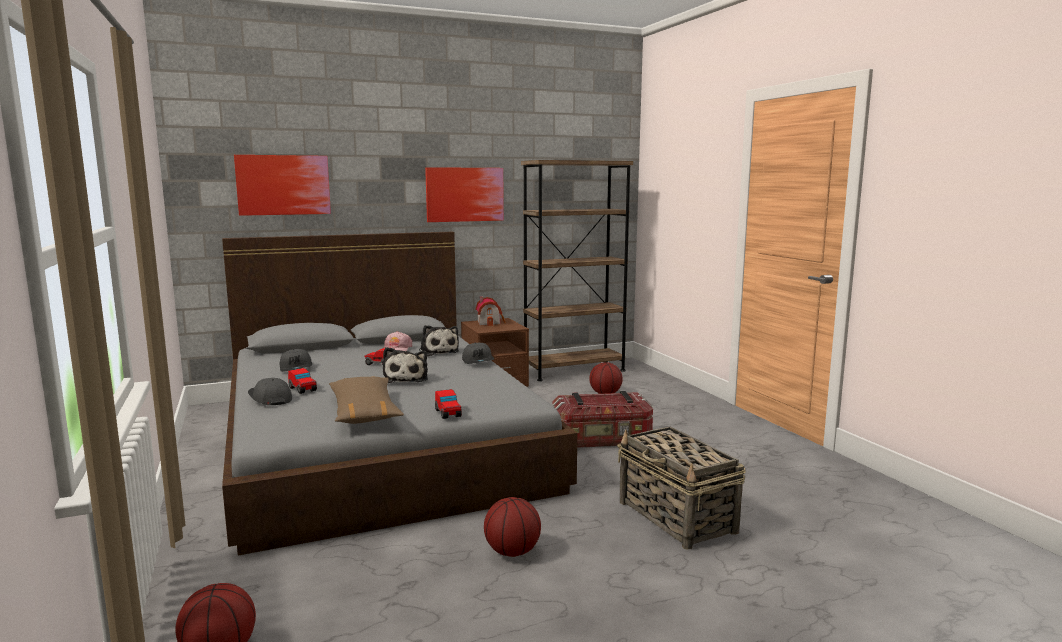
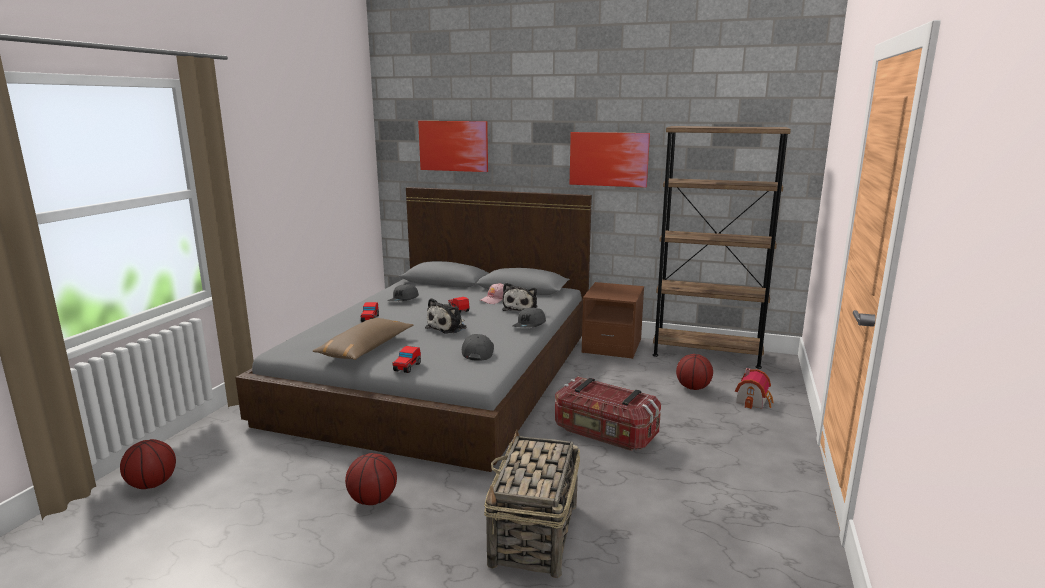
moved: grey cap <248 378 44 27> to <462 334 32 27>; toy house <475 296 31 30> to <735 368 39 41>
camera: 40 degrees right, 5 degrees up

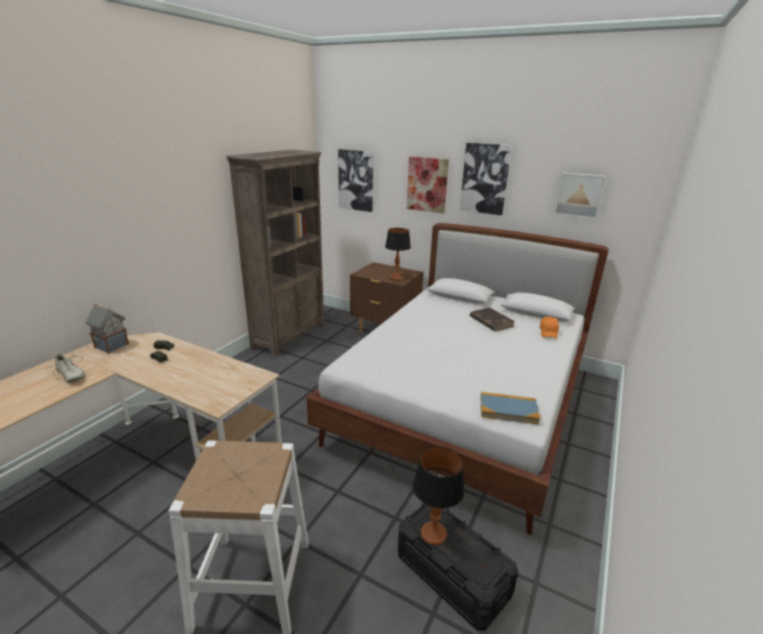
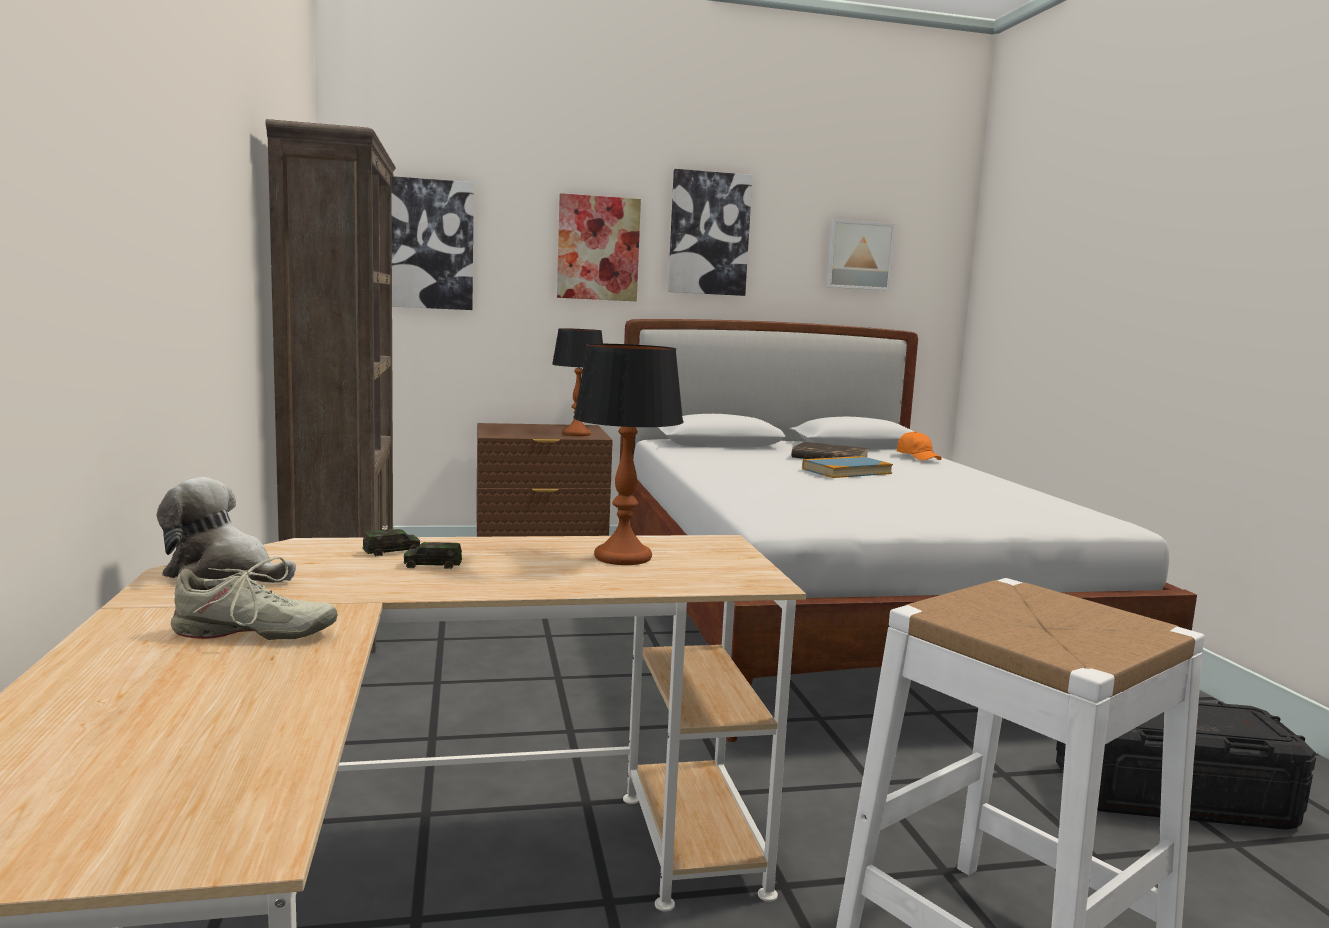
moved: table lamp <413 447 52 99> to <574 344 109 221>; book <481 392 59 33> to <802 456 91 22>
replaced: toy house <85 304 44 50> to plush toy <157 477 139 106>
camera: 40 degrees left, 15 degrees down

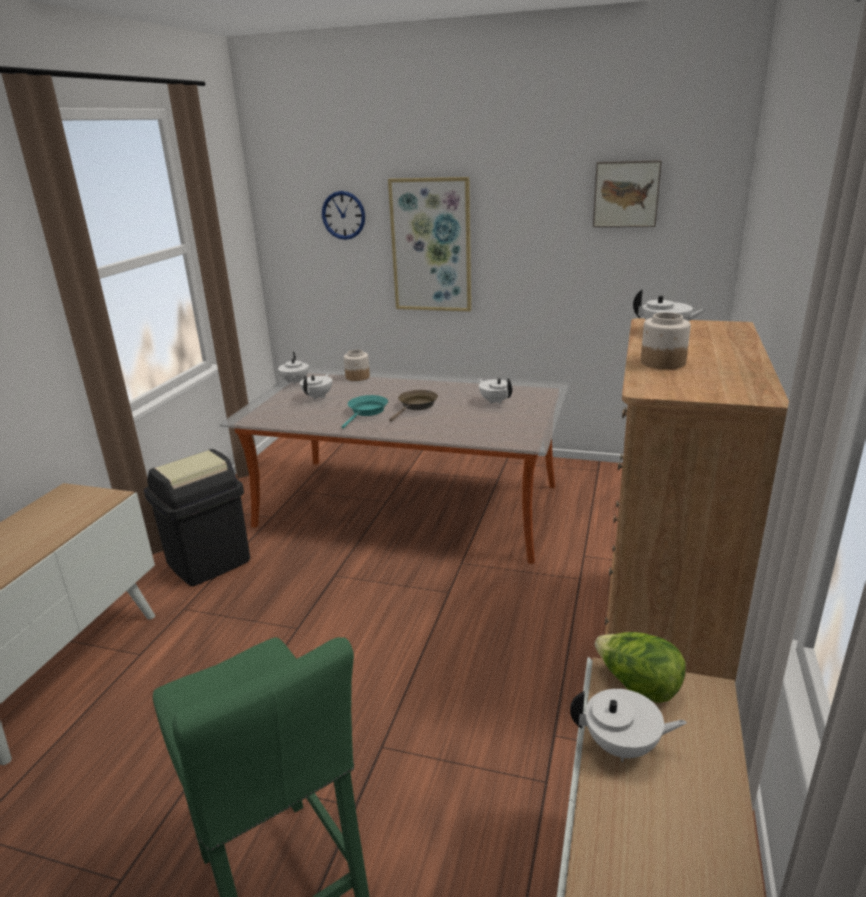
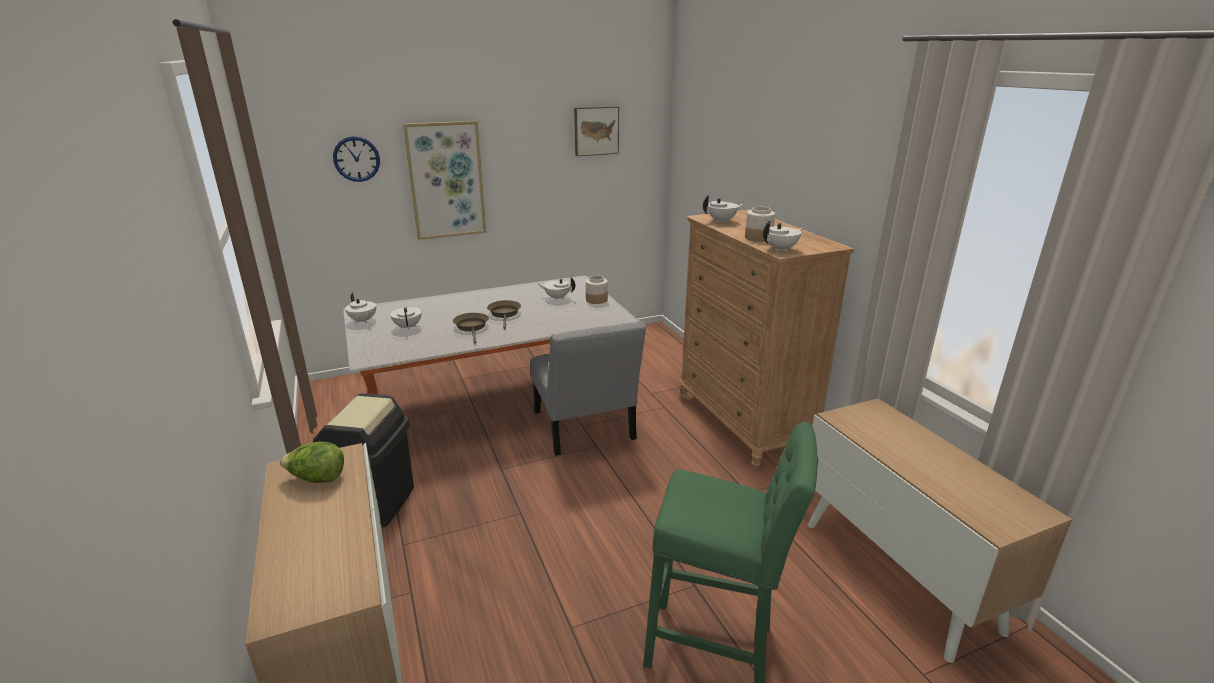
added: grey chair <530 321 116 135>
moved: jar <344 349 26 32> to <586 275 22 29>; white teapot <570 689 117 73> to <763 221 40 31>; lettuce <595 632 91 71> to <280 441 64 42>
recoloured: turquoise frying pan <341 395 47 34> to brown frying pan <453 313 36 31>
camera: 40 degrees left, 0 degrees up

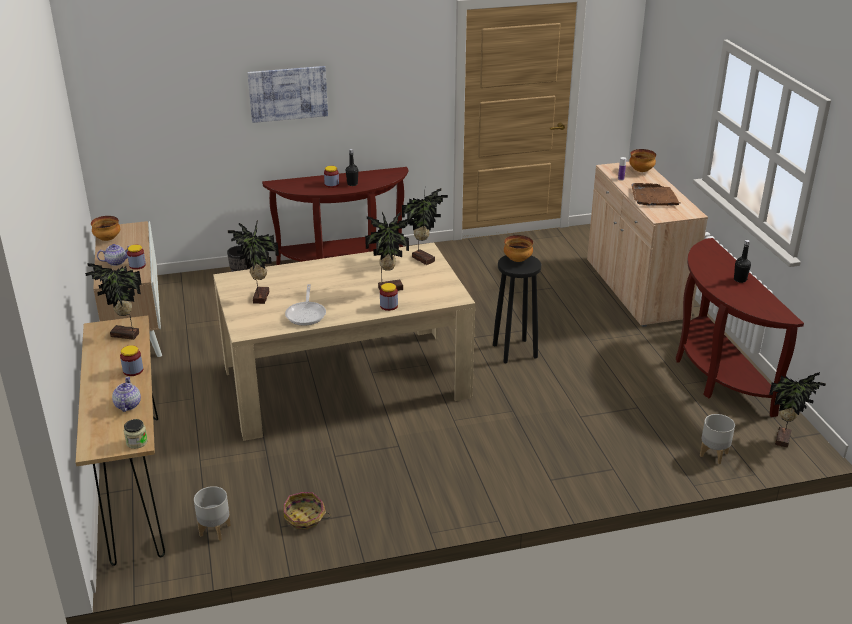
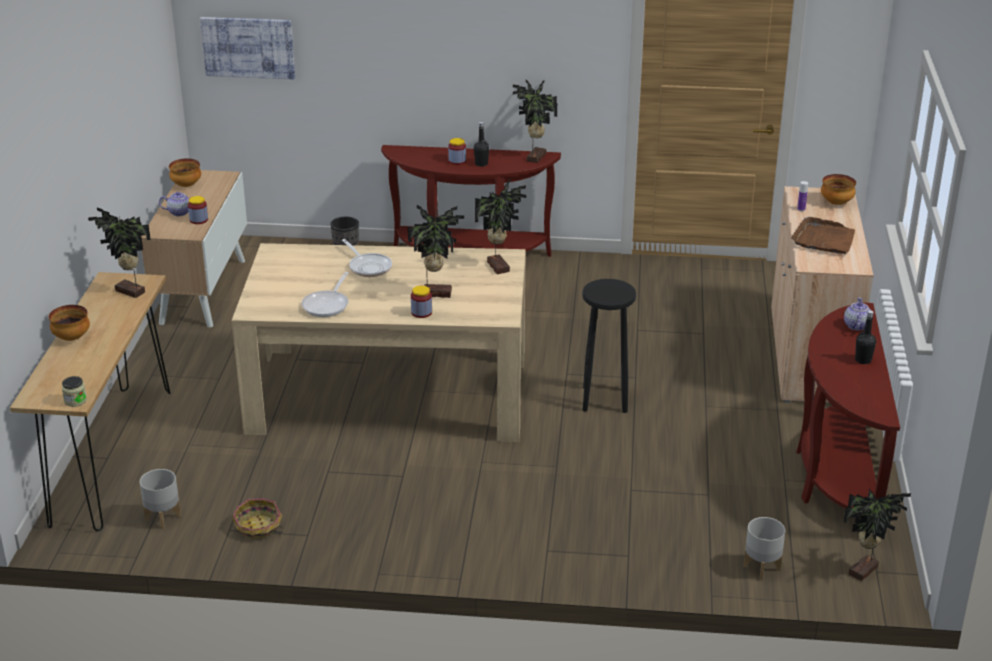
removed: jar <120 345 23 31>
added: frying pan <342 239 50 38>
moved: teapot <112 377 29 35> to <844 297 26 34>; potted plant <228 220 51 84> to <513 79 44 84>; picture <247 66 81 57> to <200 17 95 62>; bowl <504 235 29 27> to <49 305 41 36>
camera: 20 degrees right, 0 degrees up

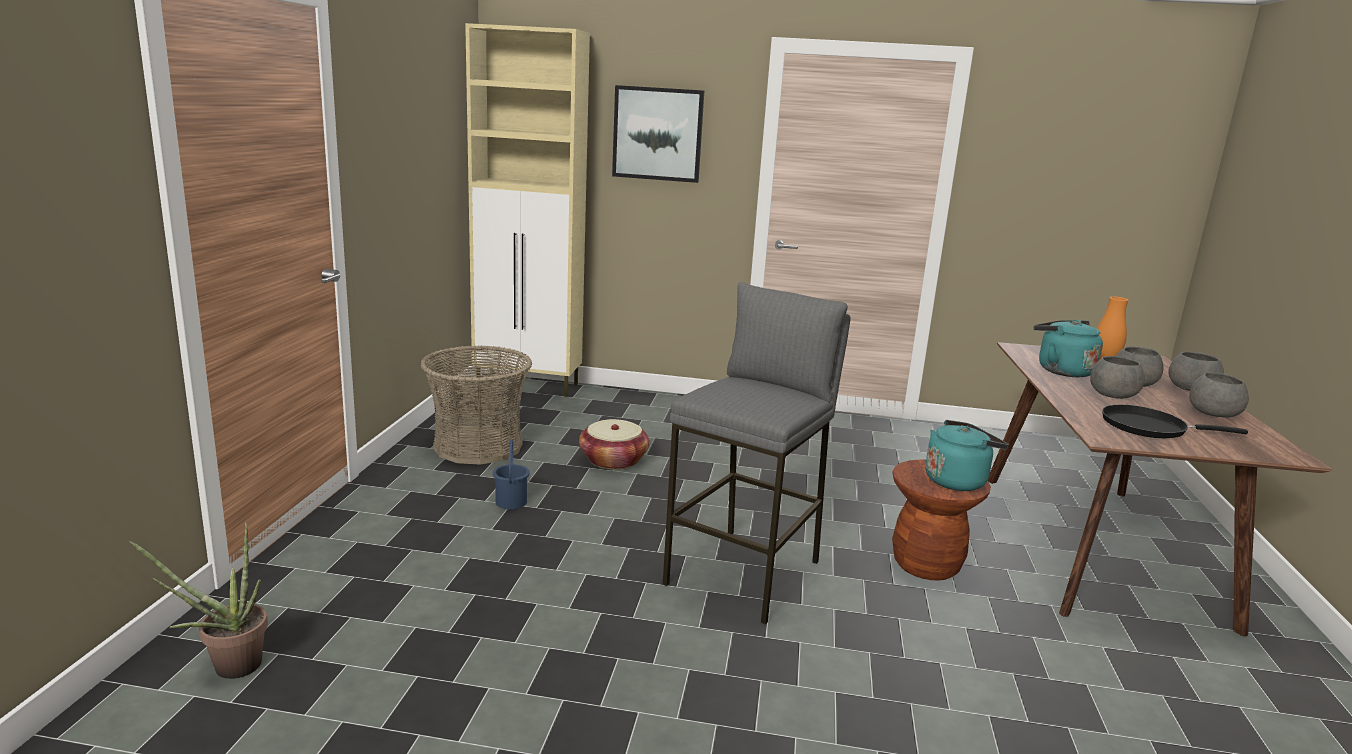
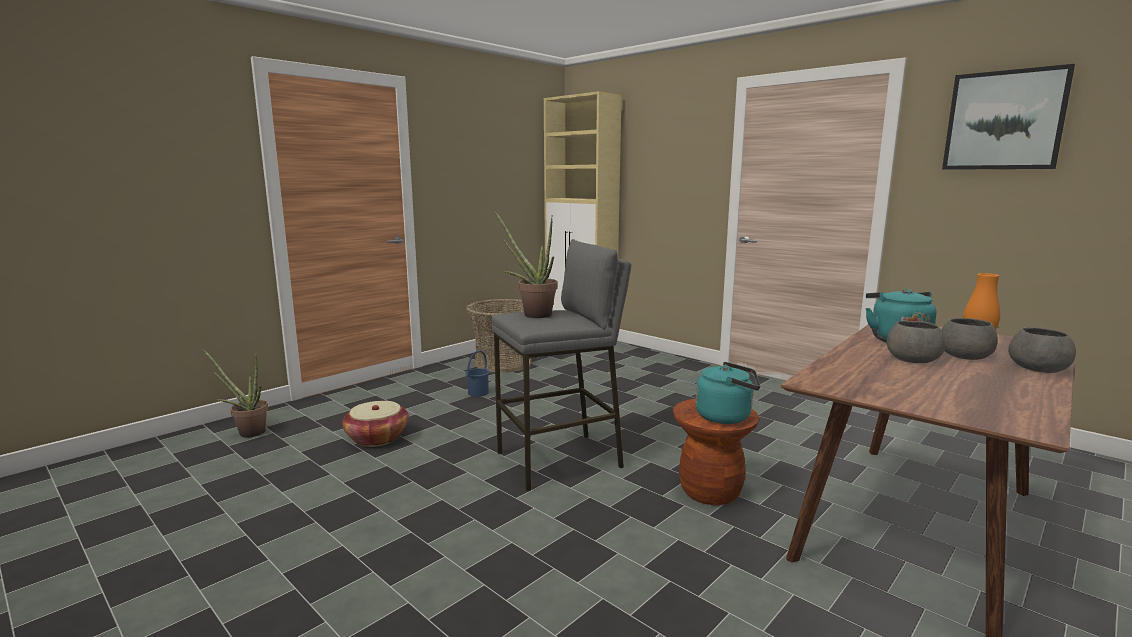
removed: black frying pan <1102 405 146 33>; grey bowl <1189 372 60 46>
added: potted plant <494 211 63 107>
moved: basket <579 419 70 51> to <342 401 67 46>; picture <612 85 92 98> to <942 64 133 106>
camera: 35 degrees right, 5 degrees down

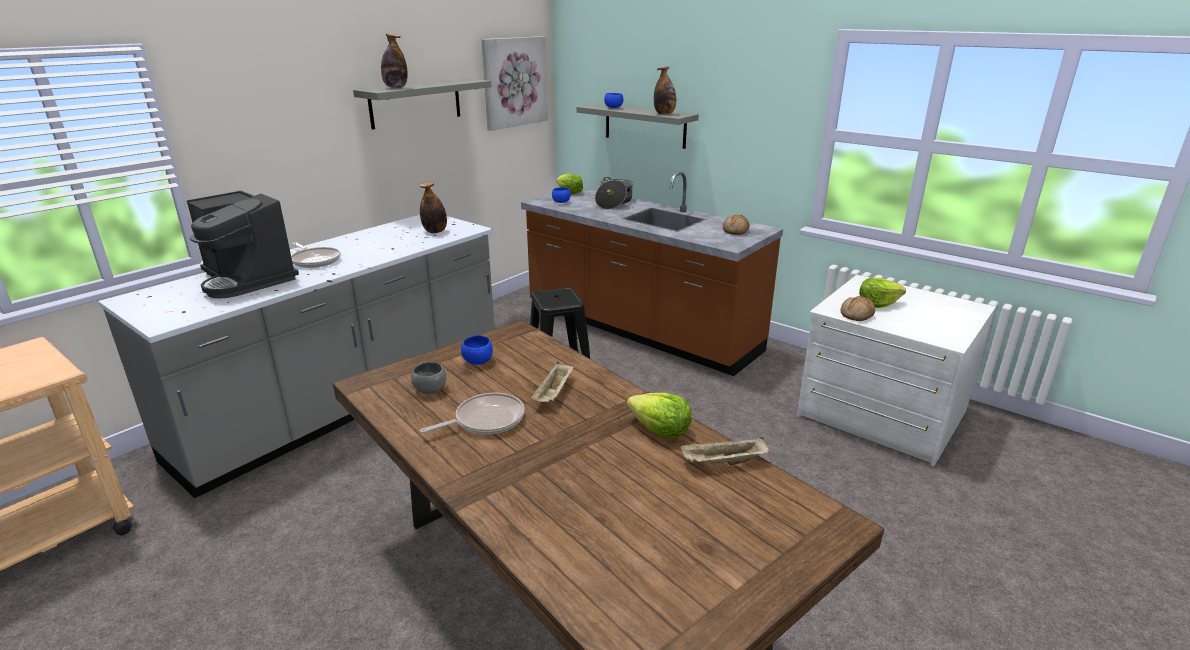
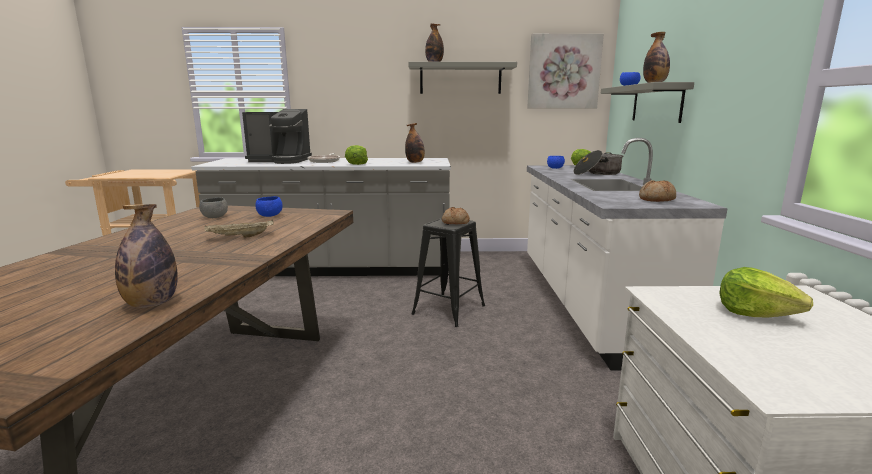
removed: frying pan <420 393 105 41>
moved: lettuce <627 393 65 46> to <345 145 23 20>; bread <841 296 34 25> to <442 207 28 17>
replaced: beige tray <681 437 89 28> to bottle <115 204 63 104>
recoloured: brown counter <521 171 262 205> to white counter <527 138 201 232>
turned: coffee machine <187 191 112 108> = <242 109 70 55> 90 degrees counterclockwise
camera: 50 degrees right, 10 degrees down

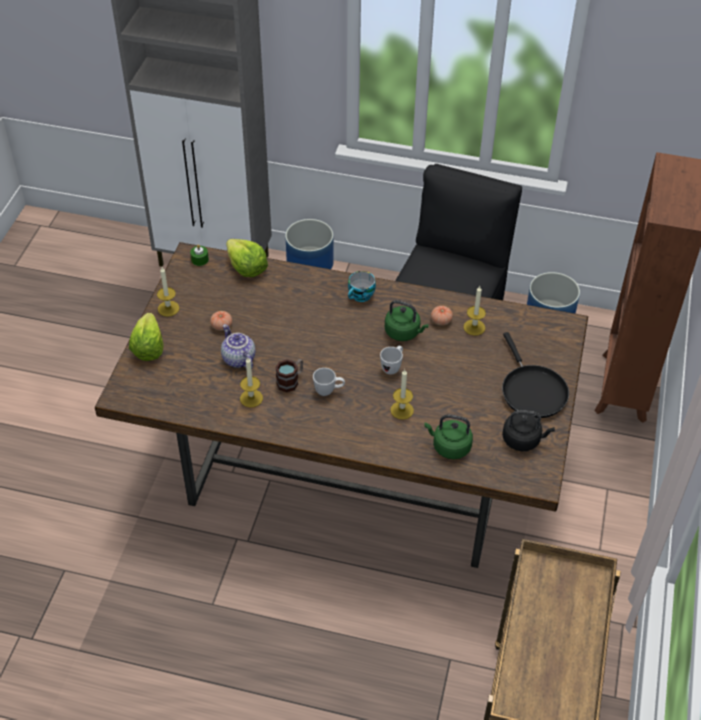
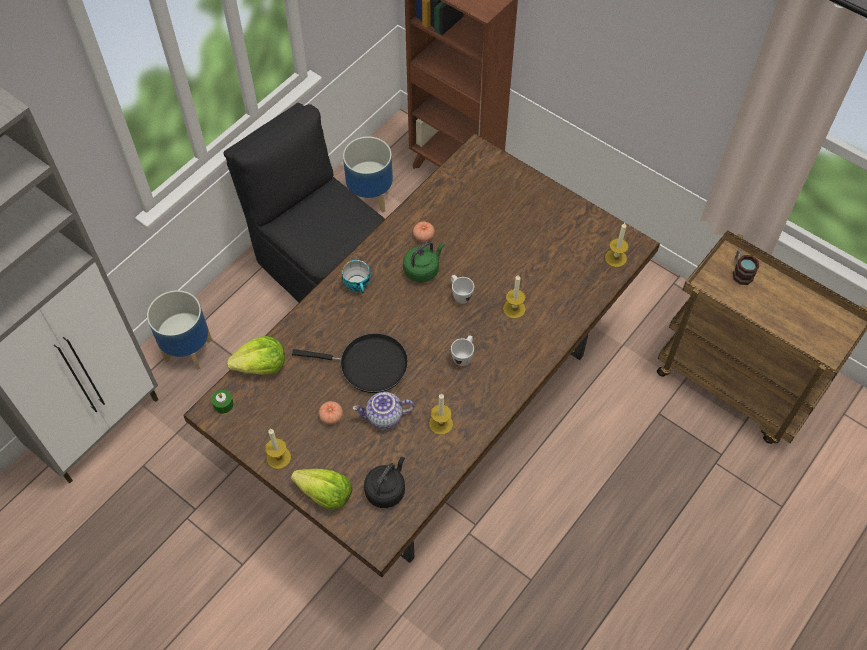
removed: green kettle <425 414 48 45>
moved: mug <275 359 28 33> to <733 250 26 35>; candle <463 286 23 50> to <605 223 24 44>; black frying pan <502 332 67 86> to <292 333 116 60>; black kettle <502 410 53 41> to <364 456 41 52>
camera: 65 degrees left, 10 degrees up

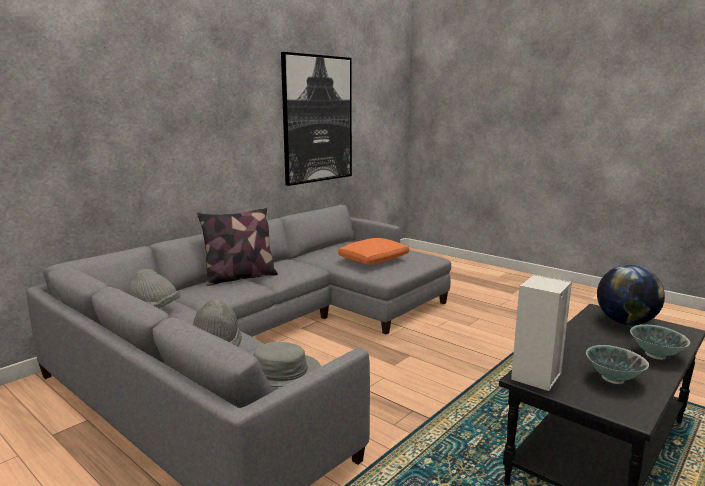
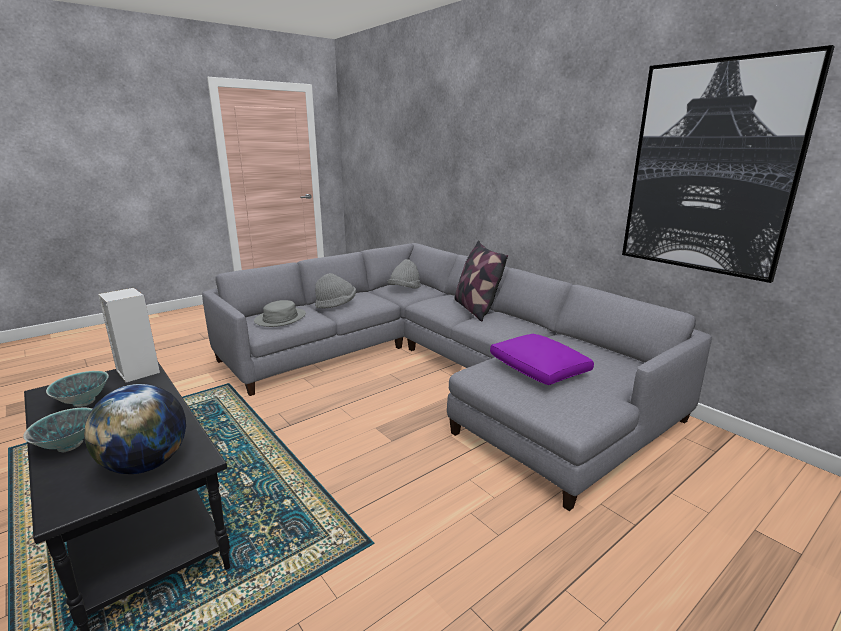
recoloured: orange pillow <338 238 71 27> to purple pillow <490 334 104 51>
camera: 100 degrees right, 5 degrees up

